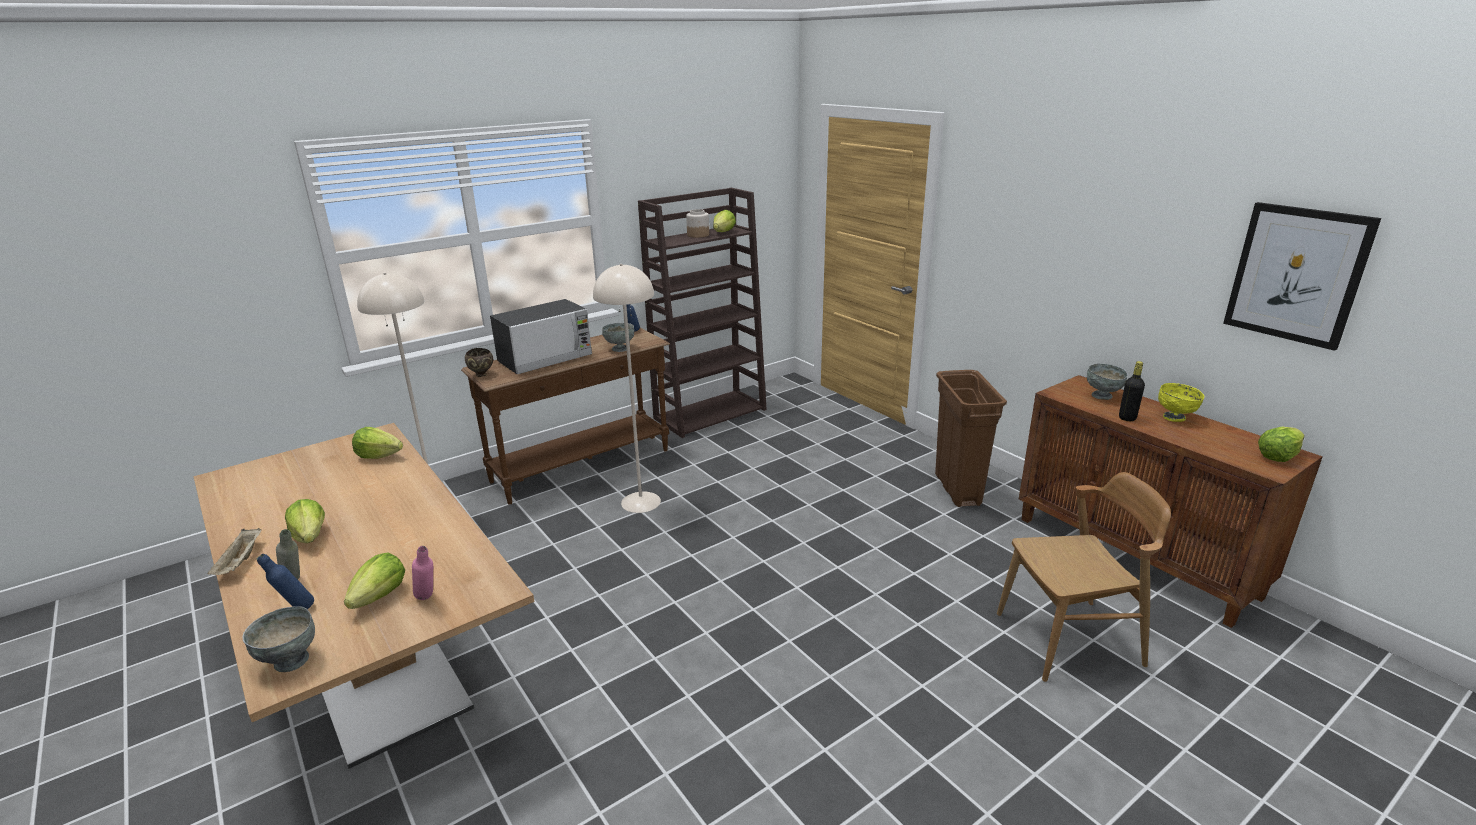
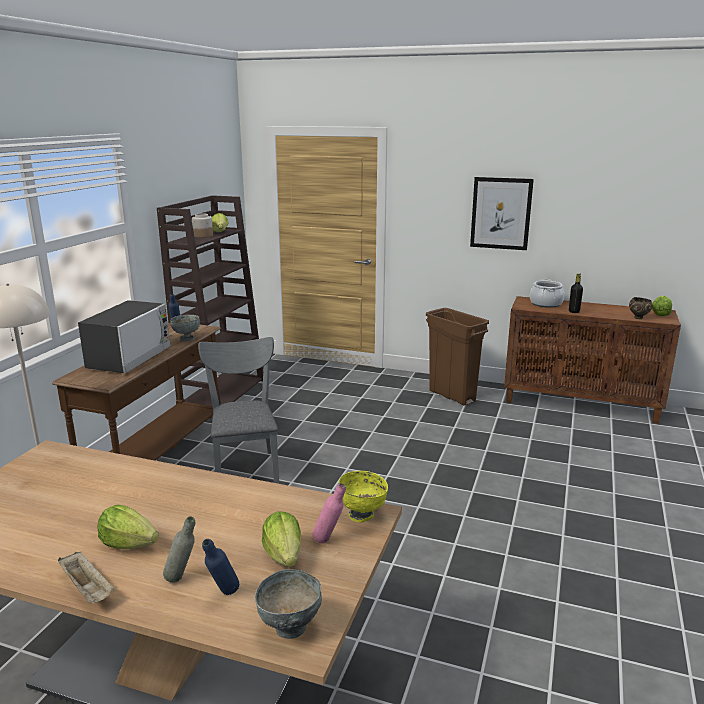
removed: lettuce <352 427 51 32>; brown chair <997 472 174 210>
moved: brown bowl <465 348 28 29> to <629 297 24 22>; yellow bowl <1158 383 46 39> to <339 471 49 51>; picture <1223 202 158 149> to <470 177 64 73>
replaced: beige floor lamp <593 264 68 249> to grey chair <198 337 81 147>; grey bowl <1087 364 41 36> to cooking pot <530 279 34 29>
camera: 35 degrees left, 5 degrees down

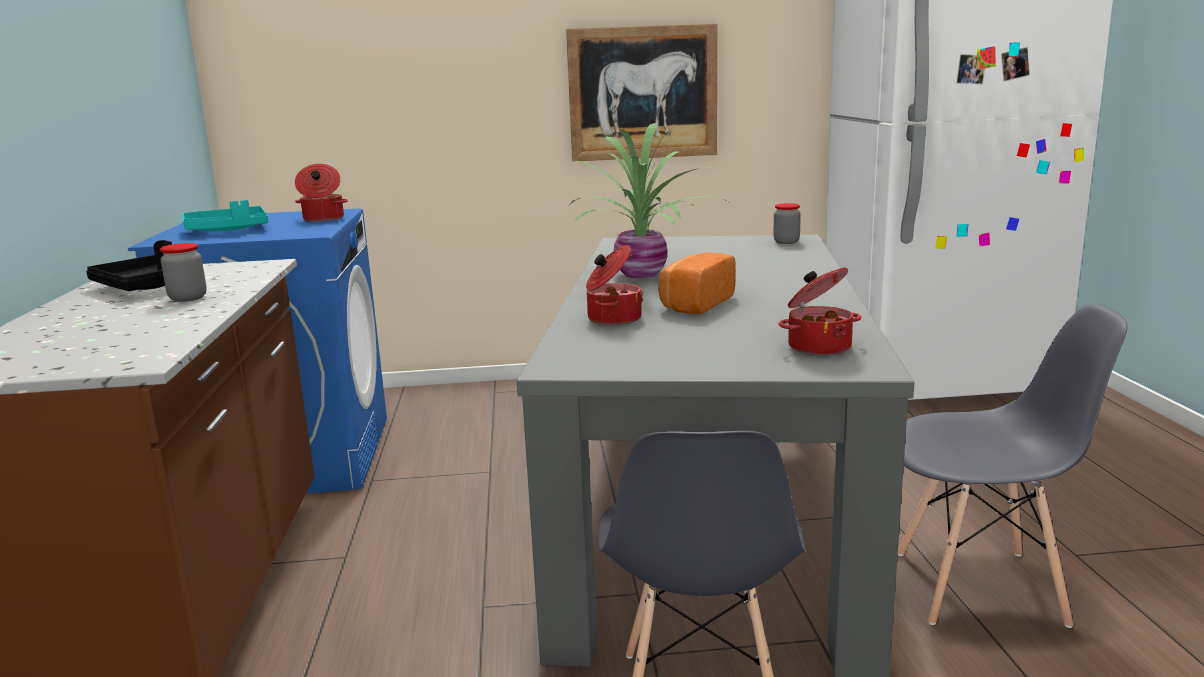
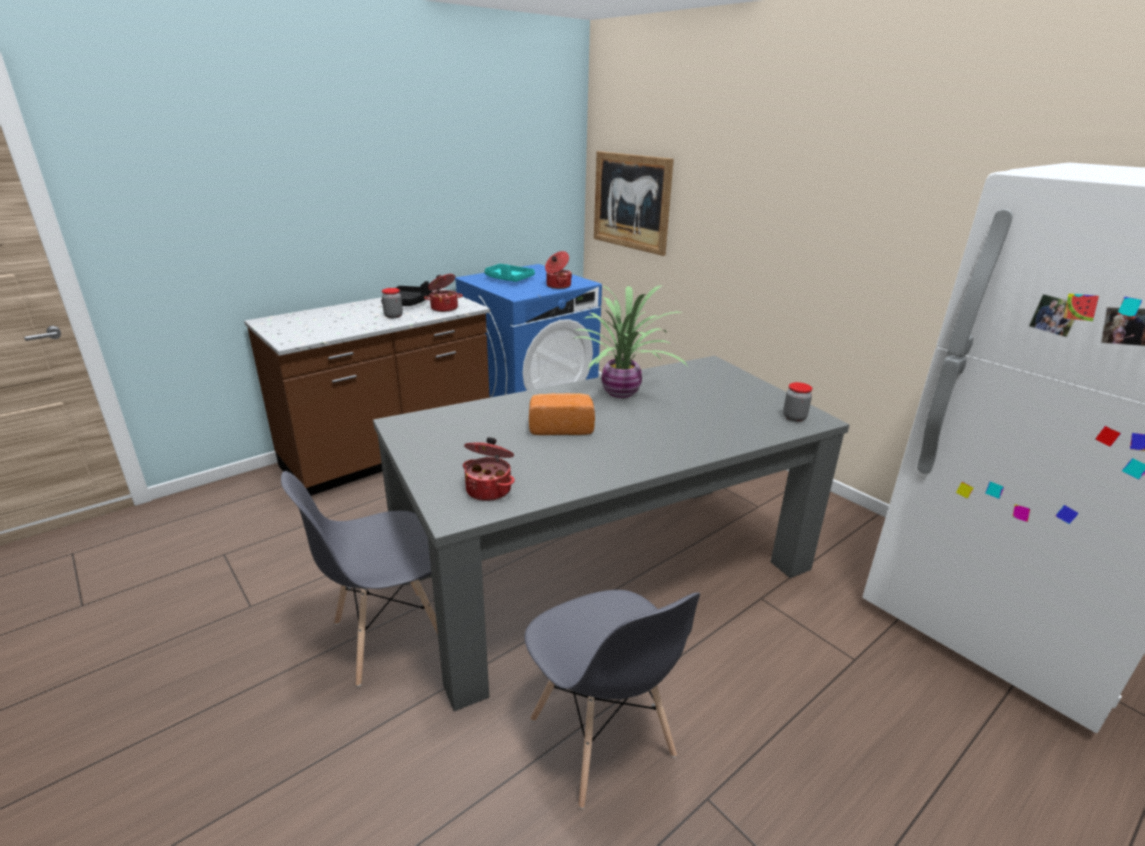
moved: picture <566 24 151 137> to <594 151 80 105>; cooking pot <586 245 58 80> to <424 274 39 38>
camera: 55 degrees right, 10 degrees up

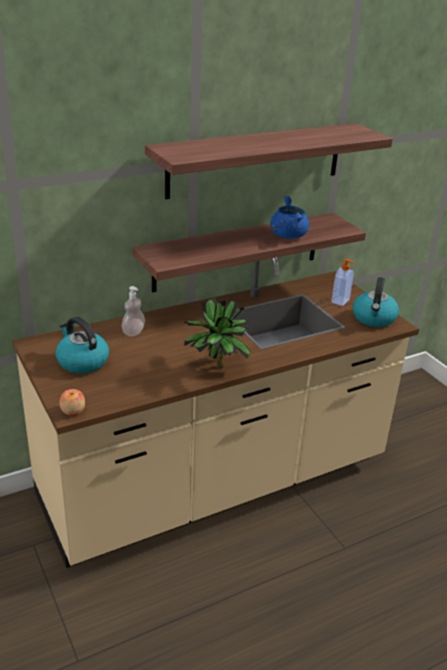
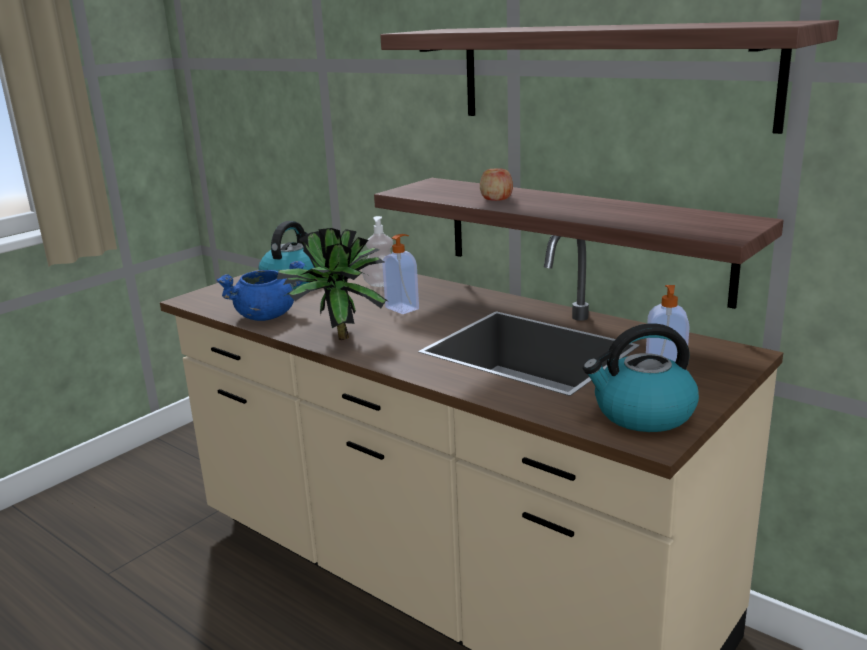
added: soap dispenser <382 234 37 80>
moved: apple <59 389 26 27> to <480 168 33 33>; blue cooking pot <270 196 39 42> to <217 261 88 60>
camera: 70 degrees right, 10 degrees down

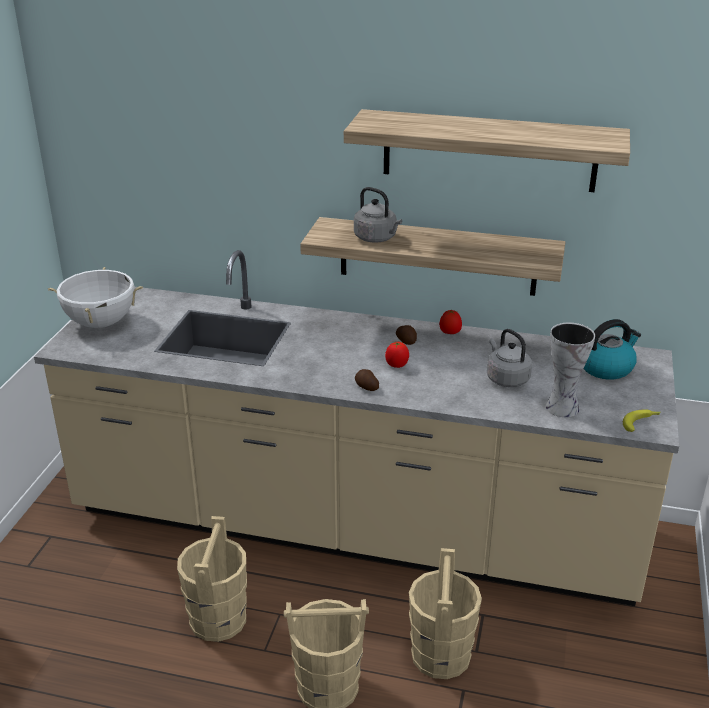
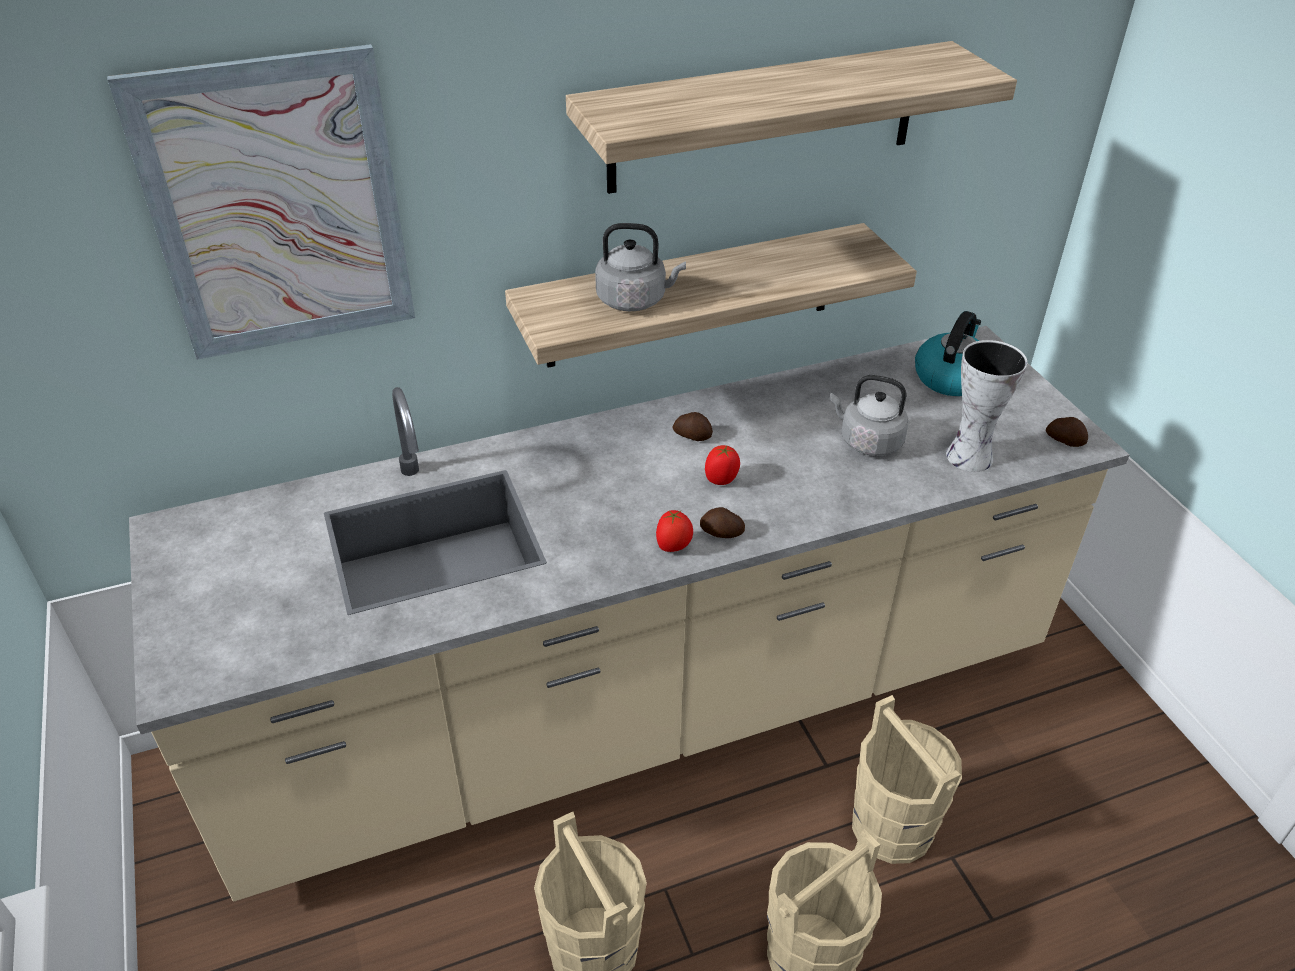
removed: white cooking pot <48 267 95 61>
added: picture <107 44 308 316>
moved: tomato <440 310 22 24> to <656 510 37 42>
replaced: banana <623 409 38 23> to potato <1046 417 42 30>
camera: 35 degrees left, 10 degrees up

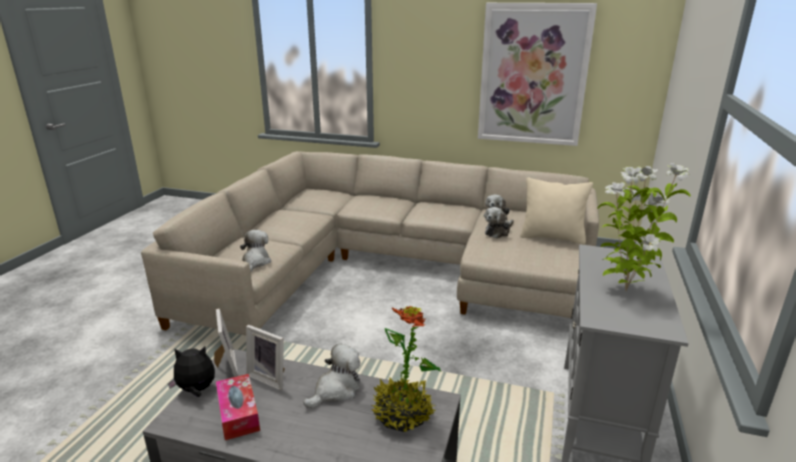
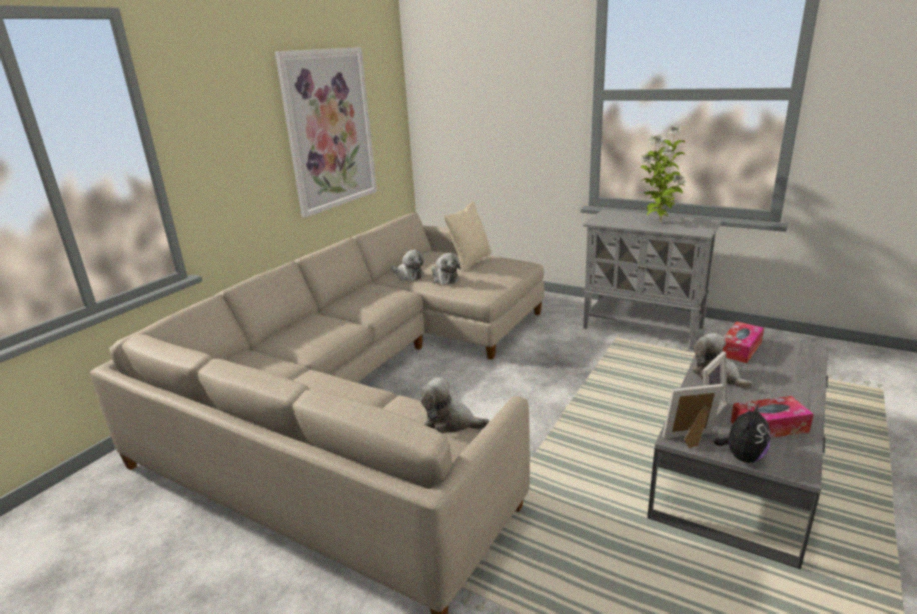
replaced: potted plant <372 306 69 126> to tissue box <723 322 41 41>
turned: plush toy <168 347 47 50> = <713 403 57 60> 150 degrees counterclockwise
camera: 75 degrees left, 0 degrees up

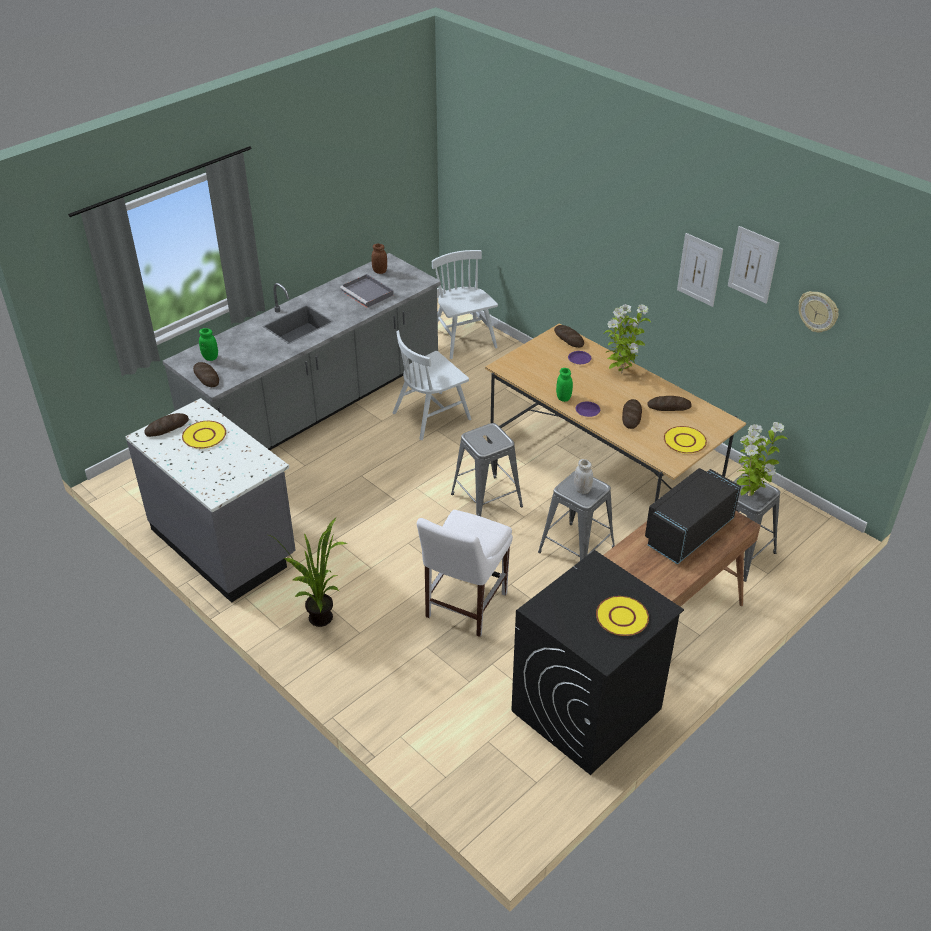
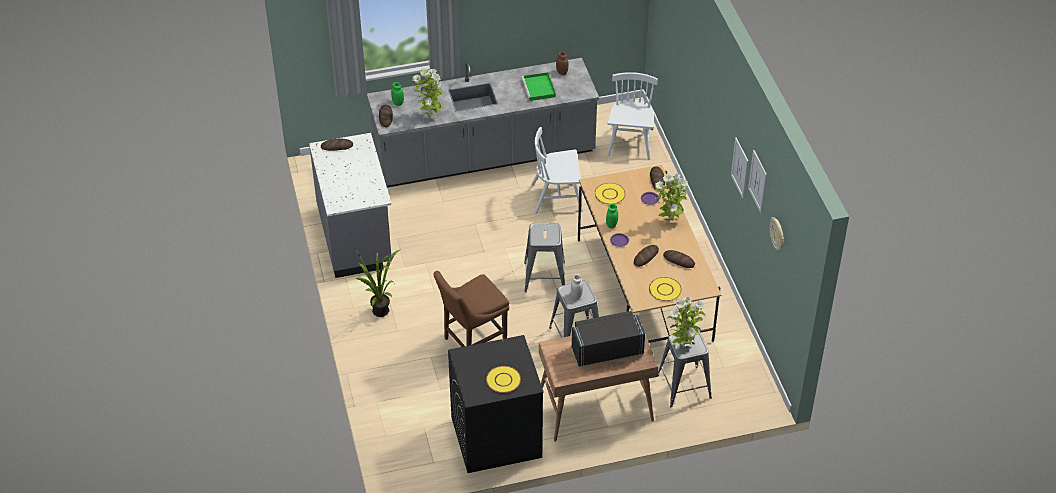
added: potted plant <412 69 31 47>
moved: yellow plate <182 421 44 28> to <595 183 31 21>
recoloured: grey tray <340 274 54 34> to green tray <521 72 35 29>; white chair <417 510 96 127> to brown chair <433 271 76 76>
camera: 30 degrees right, 5 degrees up

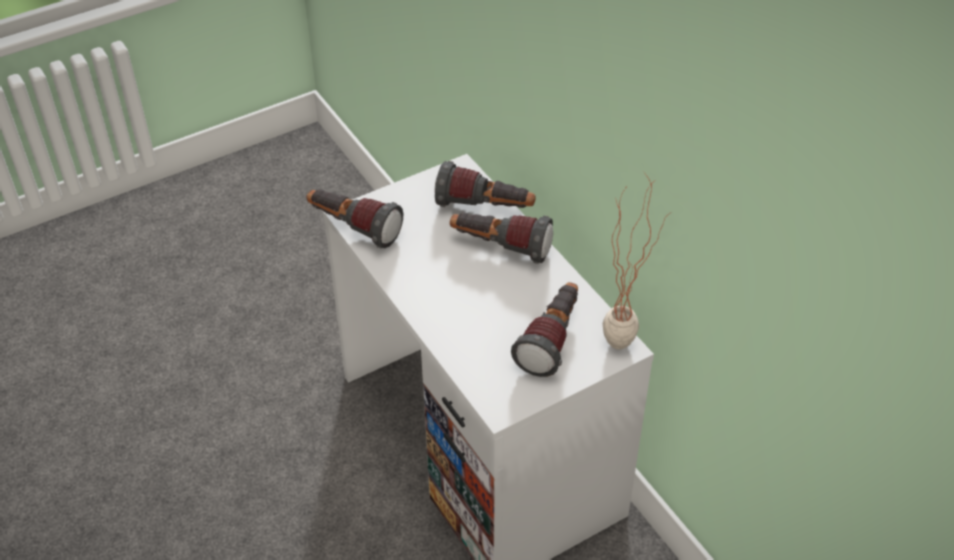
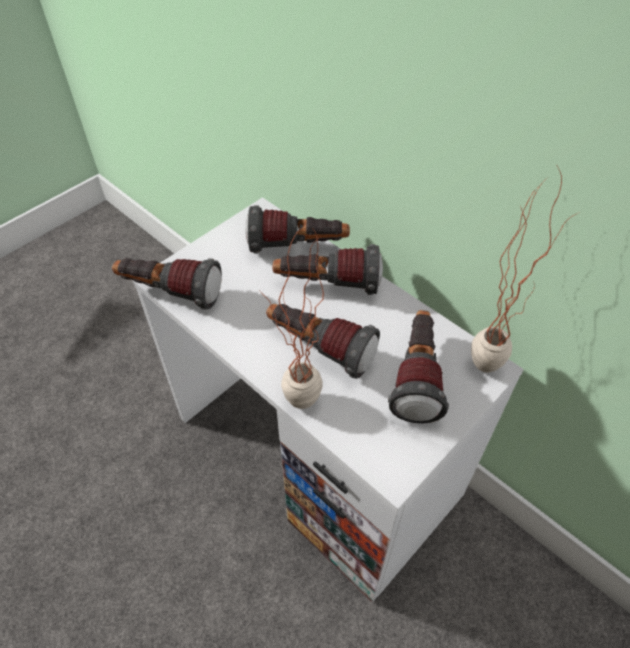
added: potted plant <259 228 65 181>; flashlight <266 304 114 75>
camera: 15 degrees left, 5 degrees up

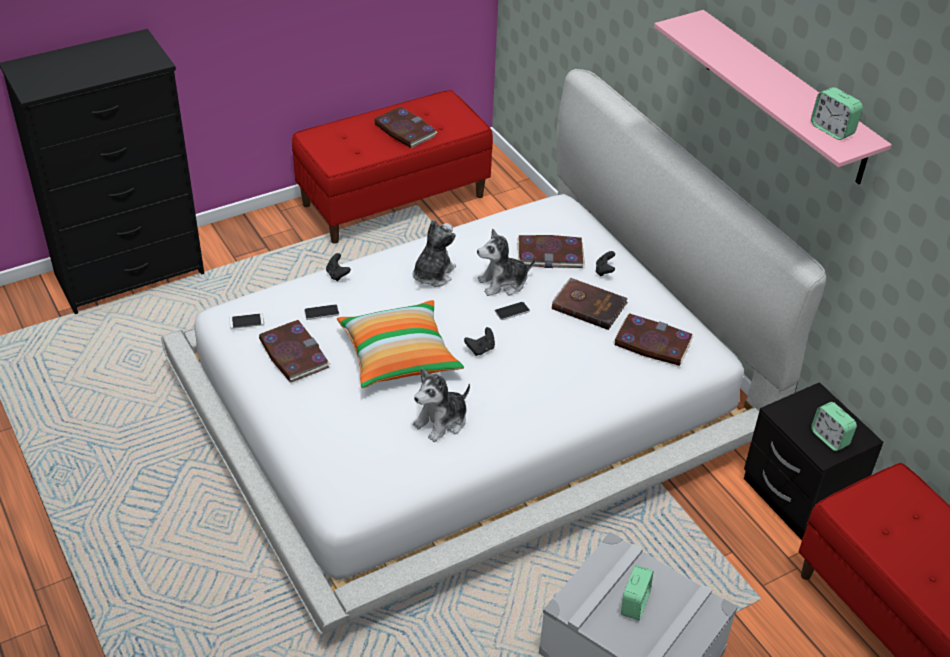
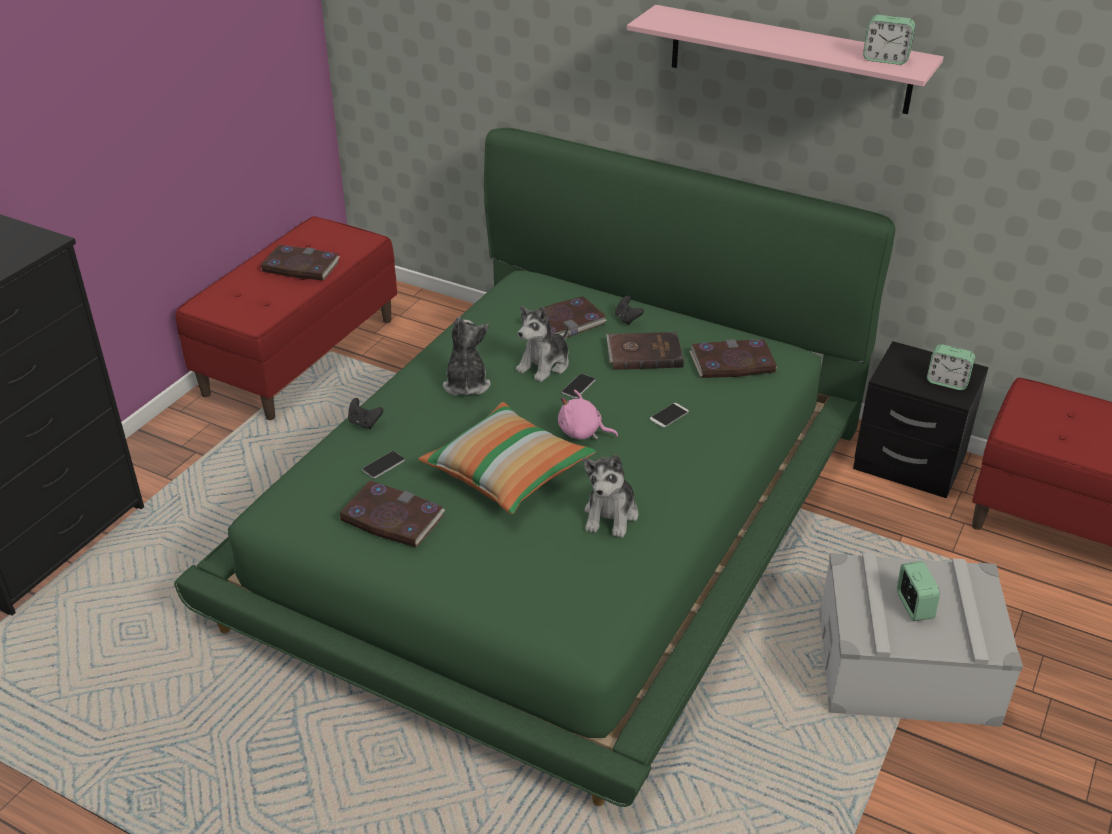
moved: phone <229 313 35 16> to <650 403 39 25>
replaced: black game controller <464 327 31 29> to pink plush toy <558 390 60 50>
recoloured: white bed <161 69 665 566> to green bed <174 128 722 679>
camera: 30 degrees left, 5 degrees down

